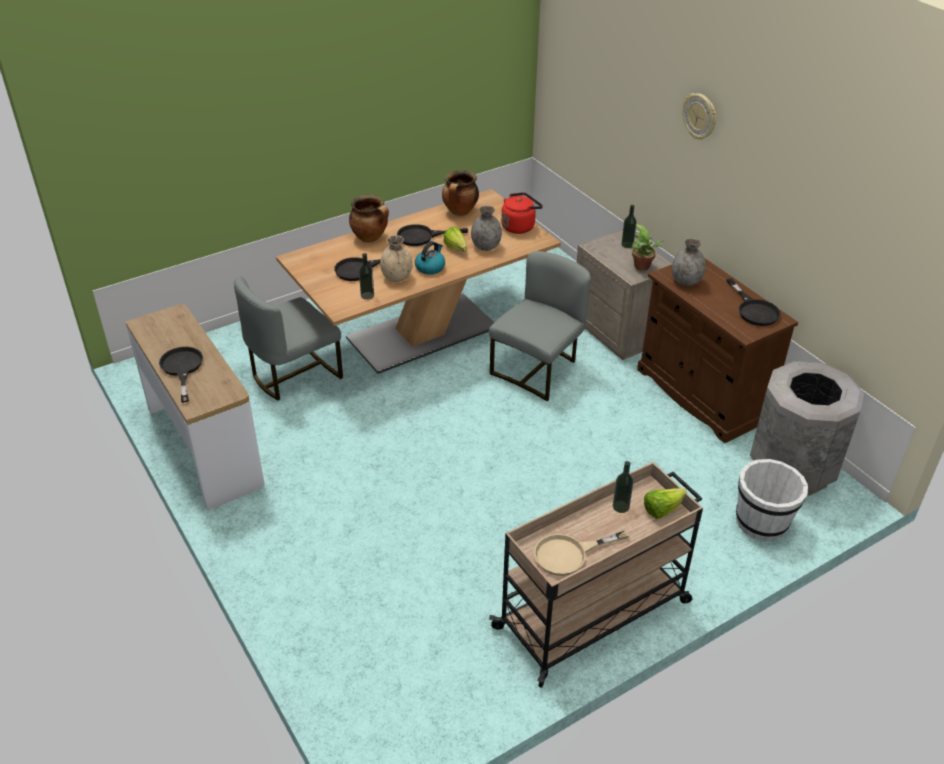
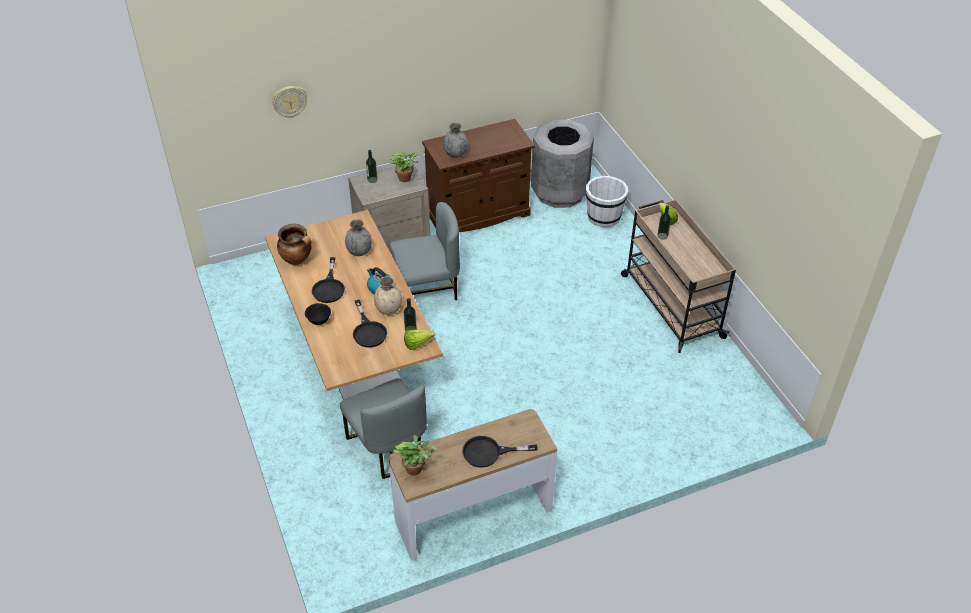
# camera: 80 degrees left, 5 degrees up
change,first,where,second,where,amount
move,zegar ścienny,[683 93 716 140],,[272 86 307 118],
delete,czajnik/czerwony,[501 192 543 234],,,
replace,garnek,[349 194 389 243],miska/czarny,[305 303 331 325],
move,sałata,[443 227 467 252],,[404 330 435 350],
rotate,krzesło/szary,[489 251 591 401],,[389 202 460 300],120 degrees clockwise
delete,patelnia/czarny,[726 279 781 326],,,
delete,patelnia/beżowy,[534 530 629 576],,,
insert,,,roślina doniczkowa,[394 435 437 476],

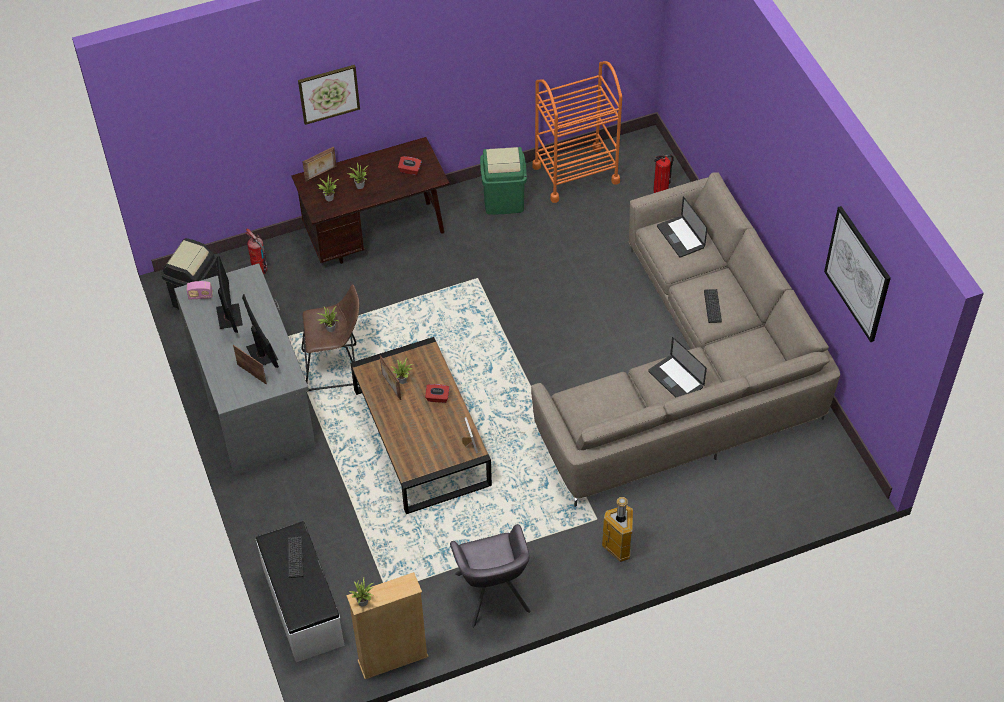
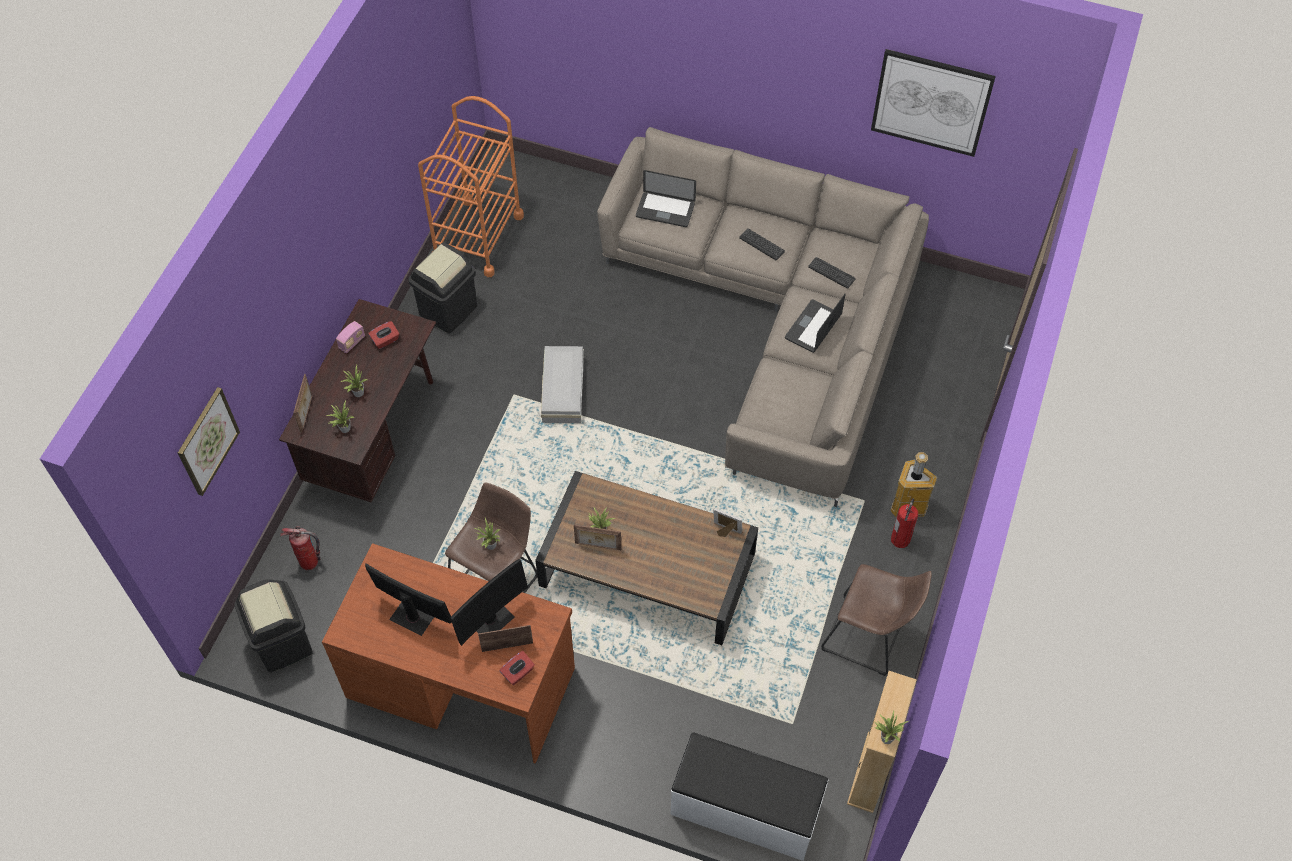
# camera: 50 degrees left, 5 degrees up
change,first,where,second,where,amount
move,obraz,[298 65 360 125],,[178 387 240 496],
recolor,kosz na śmieci/zielony,[480 147 527 215],kosz na śmieci/czarny,[408 242 477 333],
move,gaśnica,[653 154 674 193],,[891 498 918 548],
recolor,biurko/szary,[174 263 316 475],biurko/brązowy,[322 543 575 764],
move,radio,[186 281 213 300],,[336 321 365 353],
rotate,monitor,[242 294 279 368],,[450 559 528 646],120 degrees clockwise
rotate,laptop,[648 337 707 398],,[785 294 845 353],120 degrees clockwise
move,pudełko chusteczek/czerwony,[425 384 450 403],,[499 651 535 685],
replace,fotel/szary,[450 524 531 628],stołek/brązowy,[821 564 932 676],
move,klawiatura,[288 536 303 578],,[808 257 856 289],
insert,,,pojemnik do przechowywania/biały,[541 346 584 423],

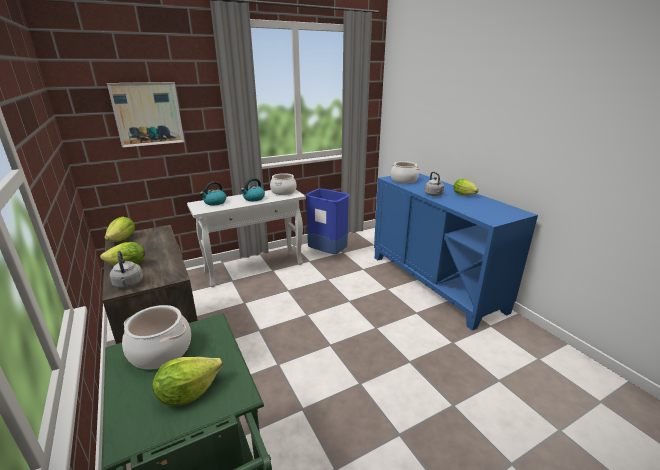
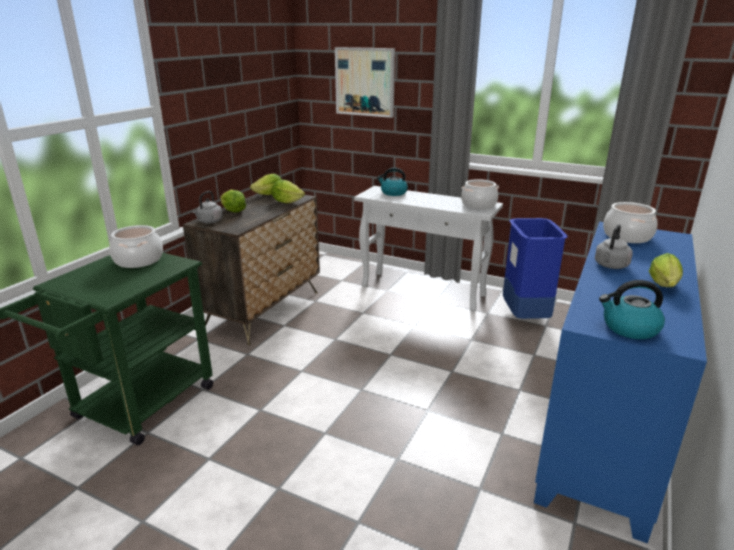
# camera: 55 degrees right, 0 degrees up
change,first,where,second,where,amount
move,czajnik,[241 178 265 201],,[599 280 665 339],
move,sałata,[153 357 223 406],,[272 180 305 203],

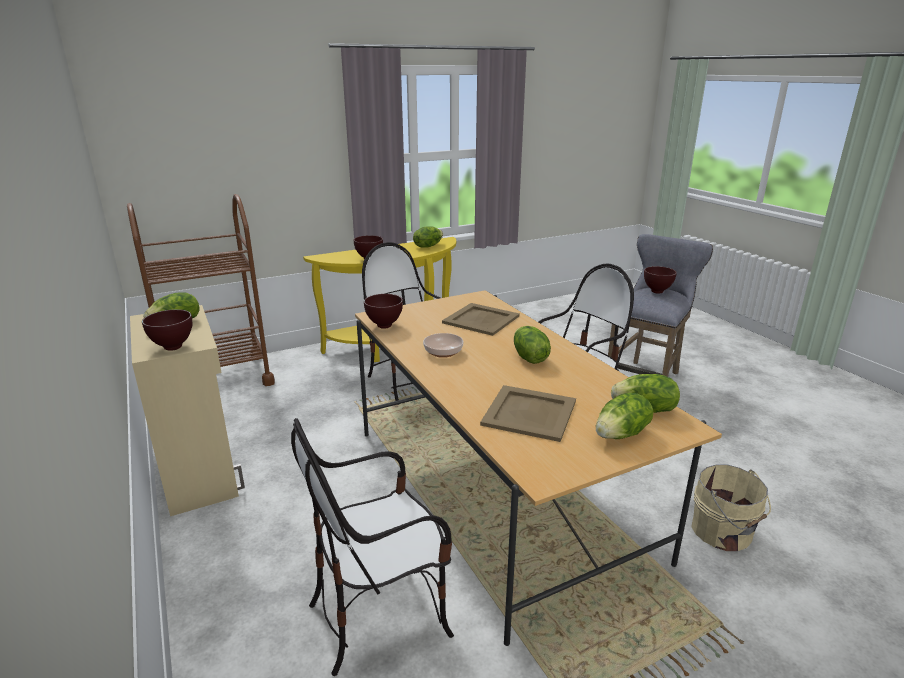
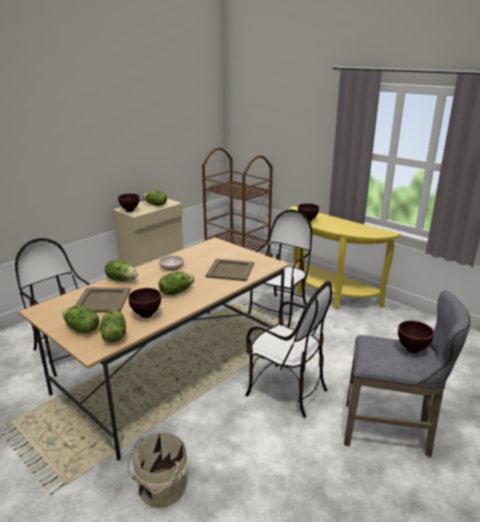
# camera: 70 degrees right, 0 degrees up
change,first,where,second,where,amount
move,sałata,[413 226 443 248],,[105 260 138 282],
move,miska/brązowy,[364 294 403 329],,[128 288 161 318],

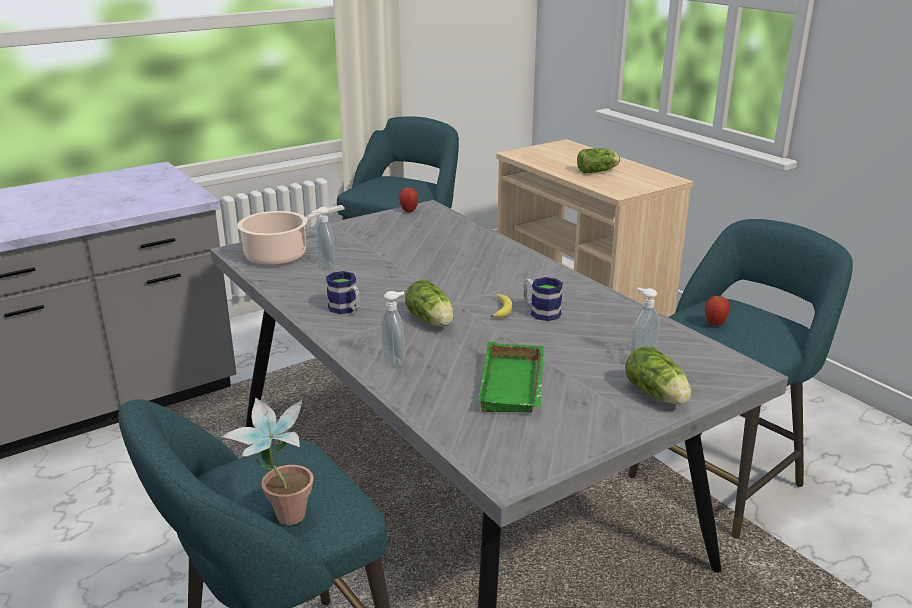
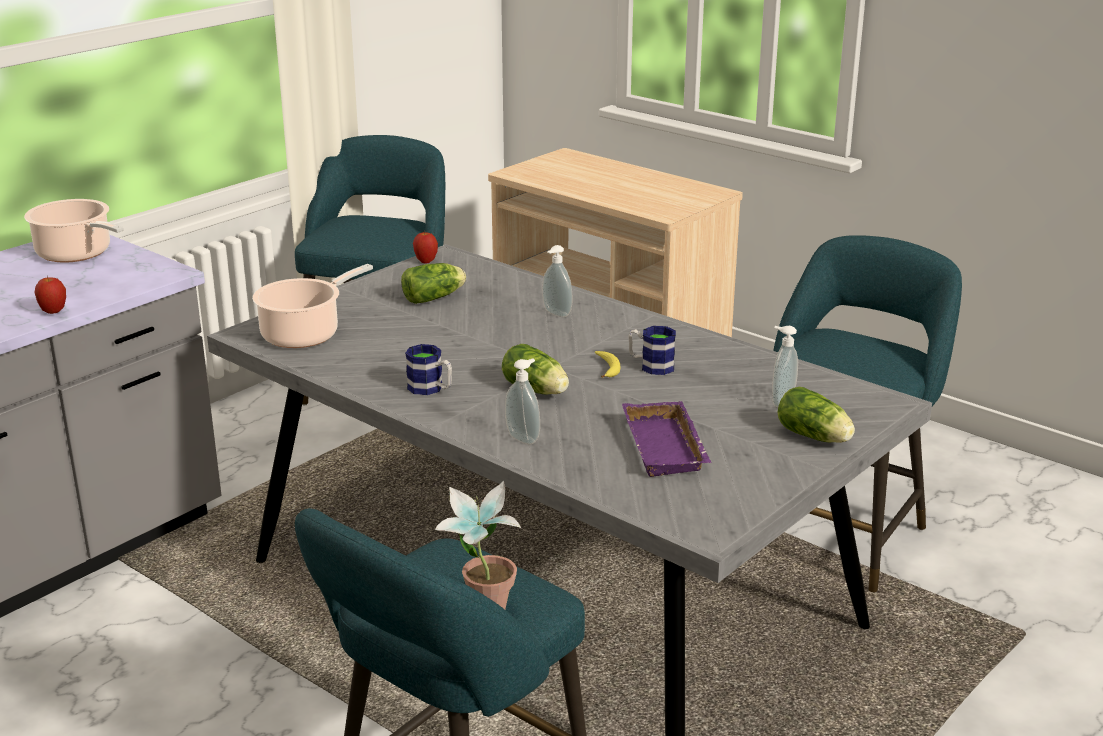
# camera: 15 degrees left, 0 degrees up
change,first,where,second,where,amount
move,sałata,[577 148 620 174],,[401 263 466 304],
move,dozownik mydła,[312 207 335 269],,[542 245 573 317],
move,jabłko,[705 296 730 326],,[34 276 66 314],
recolor,taca/zielony,[478 341 544 413],taca/fioletowy,[622 401 712 477],
insert,,,garnek,[24 199 124 263],

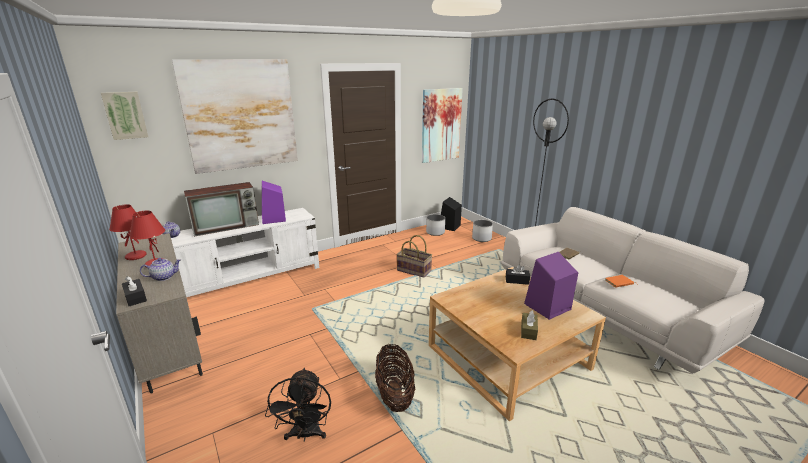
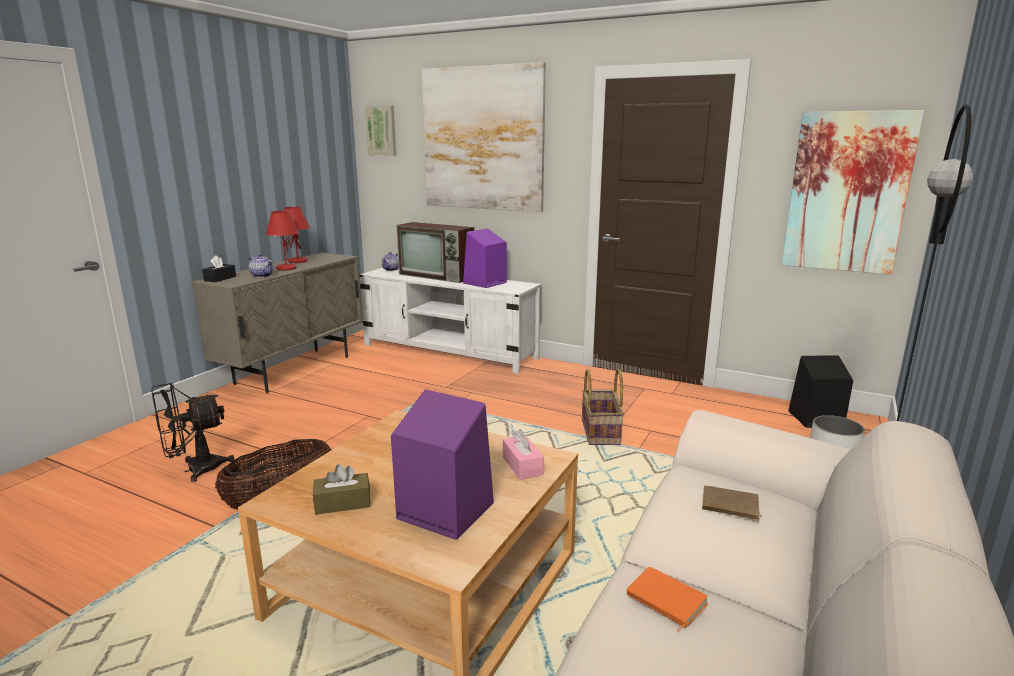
# camera: 60 degrees right, 5 degrees down
change,first,where,second,where,amount
delete,donica/biały,[426 214 445 236],,,
recolor,pudełko chusteczek/czarny,[506 264 530 285],pudełko chusteczek/różowy,[503 429 544 480],

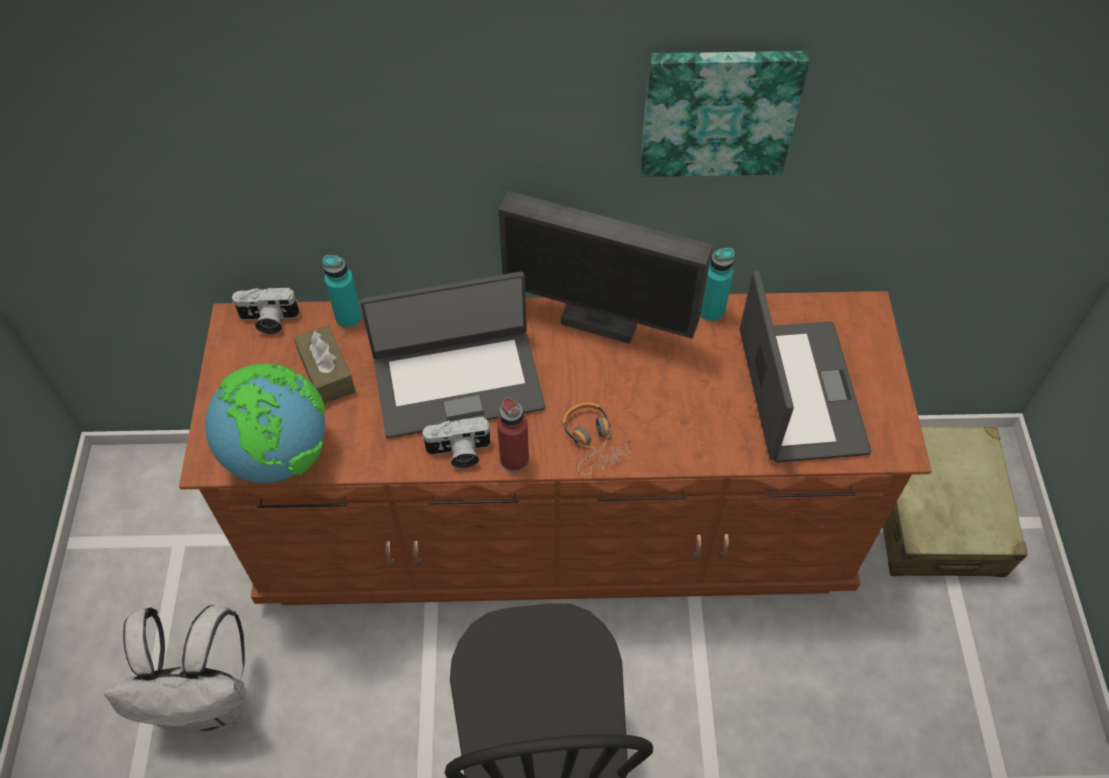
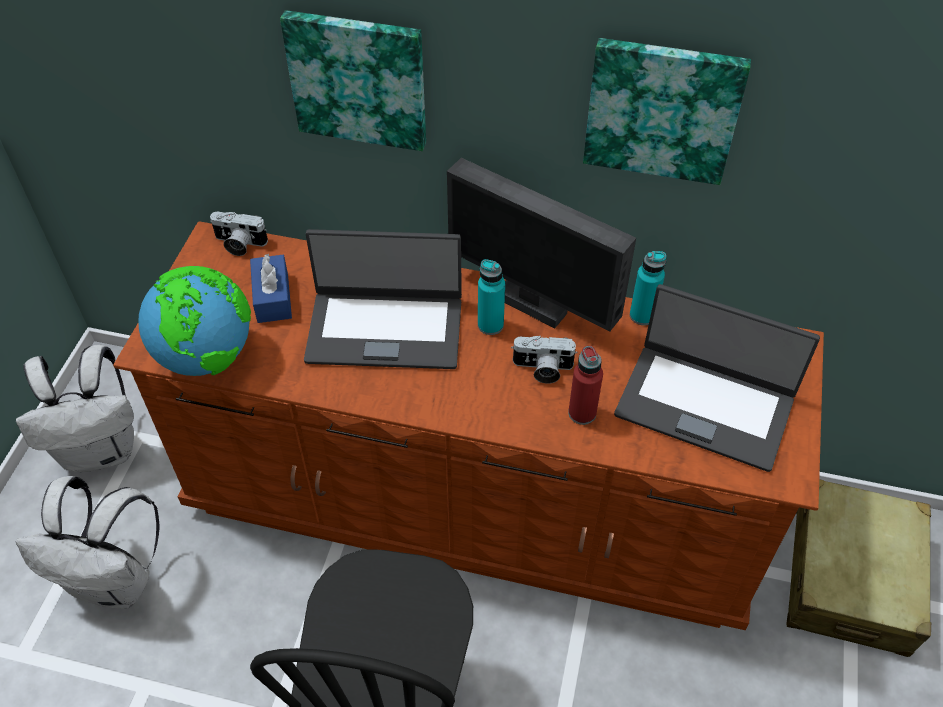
# camera: 15 degrees right, 5 degrees down
change,first,where,second,where,amount
move,butelka/turkusowy,[322 255 362 328],,[478 259 505 335],
rotate,laptop,[739 271 871 463],,[614 284 820 472],105 degrees clockwise
recolor,pudełko chusteczek/brązowy,[294 325 356 404],pudełko chusteczek/niebieski,[250 254 292 323],
move,butelka/czerwony,[497 397 529 472],,[568 346 603 425],
delete,słuchawki,[562 402 634 475],,,
move,aparat fotograficzny,[421 416 492 468],,[511 336 578 384],
insert,,,obraz,[280 10 426 151],
insert,,,plecak/biały,[16 345 134 472],

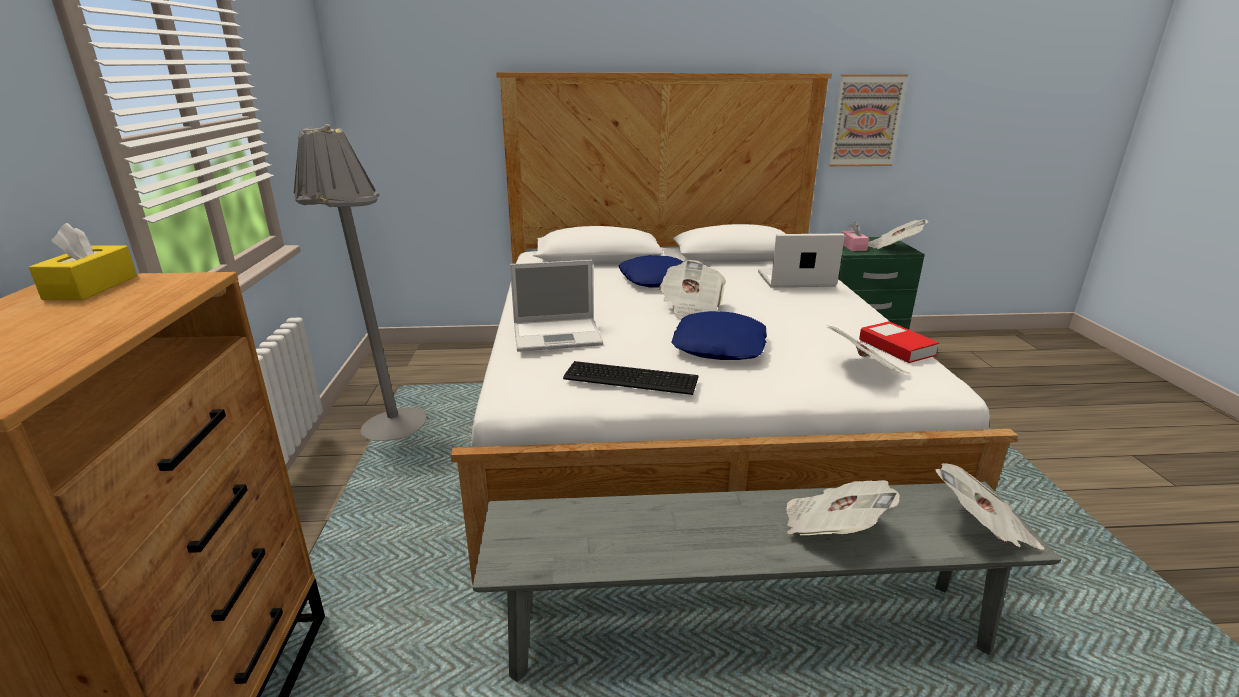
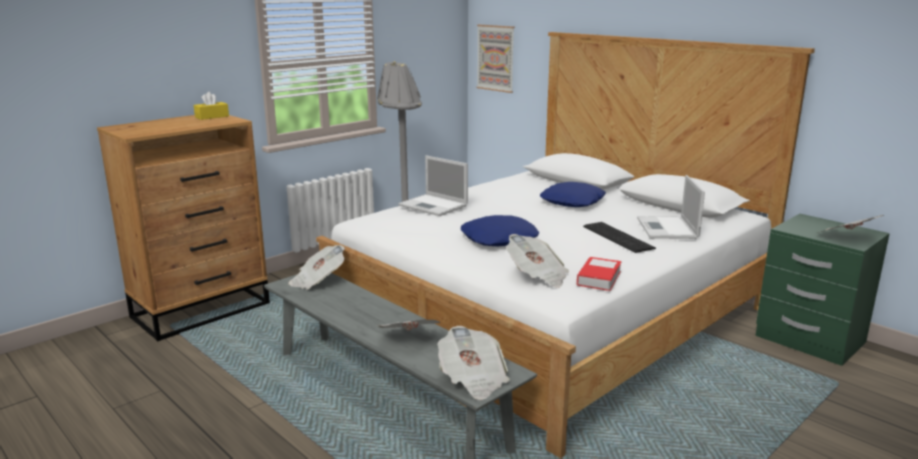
# camera: 50 degrees right, 5 degrees down
change,first,where,second,where,amount
move,obraz,[828 74 908 166],,[476 25 515 93],
delete,pudełko chusteczek/różowy,[841 222 869 251],,,
rotate,laptop,[758 233 845 287],,[637 175 705 239],135 degrees counterclockwise
move,gazeta,[659 260 726 319],,[289 245 345 289],
move,klawiatura,[563 361 699 395],,[583 222 656 253],

